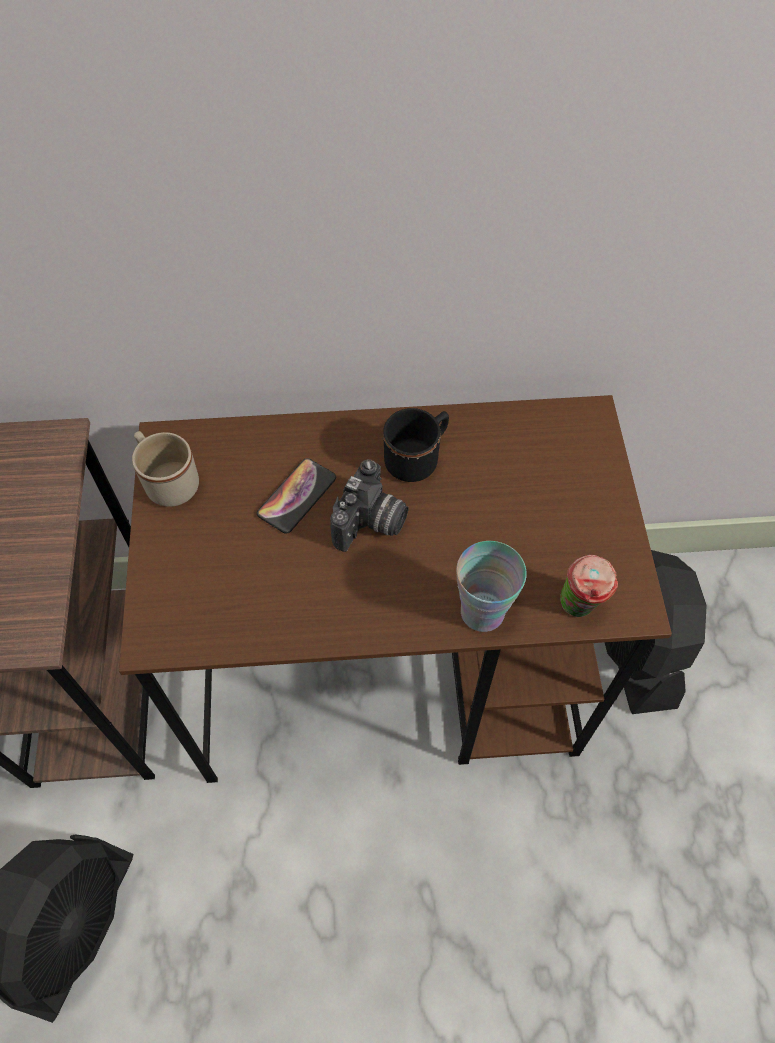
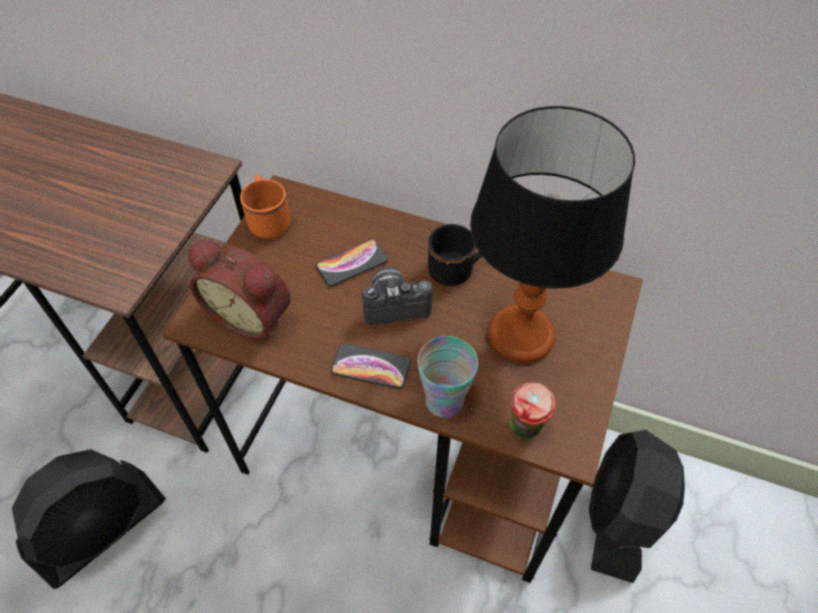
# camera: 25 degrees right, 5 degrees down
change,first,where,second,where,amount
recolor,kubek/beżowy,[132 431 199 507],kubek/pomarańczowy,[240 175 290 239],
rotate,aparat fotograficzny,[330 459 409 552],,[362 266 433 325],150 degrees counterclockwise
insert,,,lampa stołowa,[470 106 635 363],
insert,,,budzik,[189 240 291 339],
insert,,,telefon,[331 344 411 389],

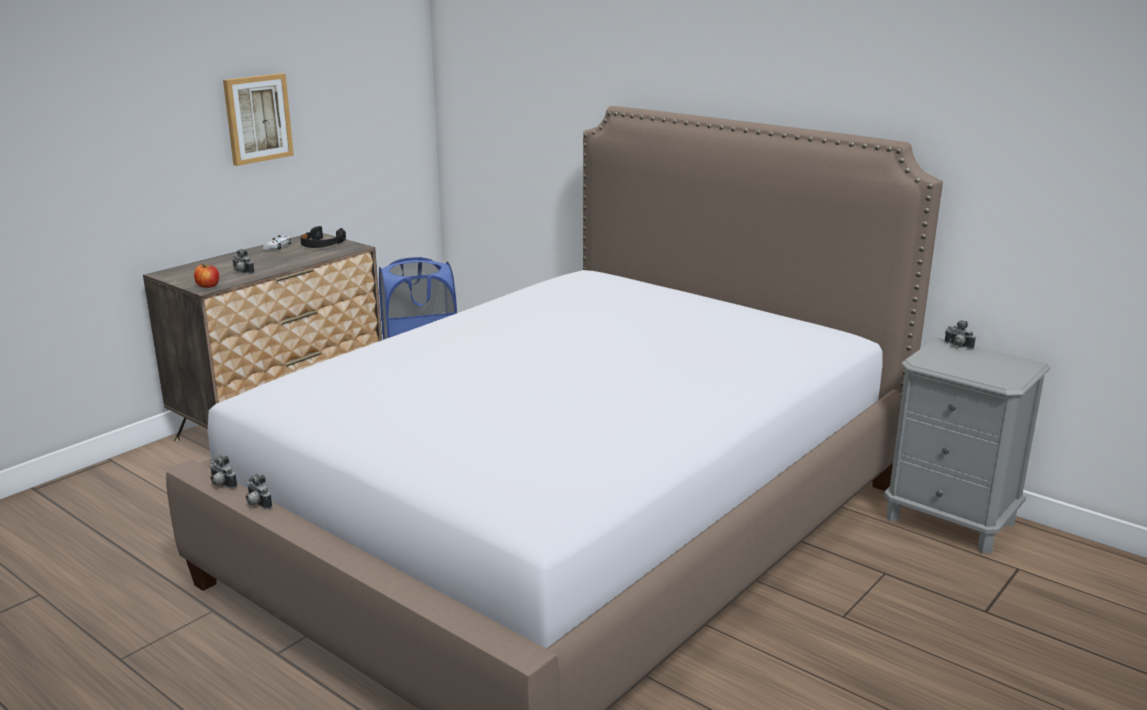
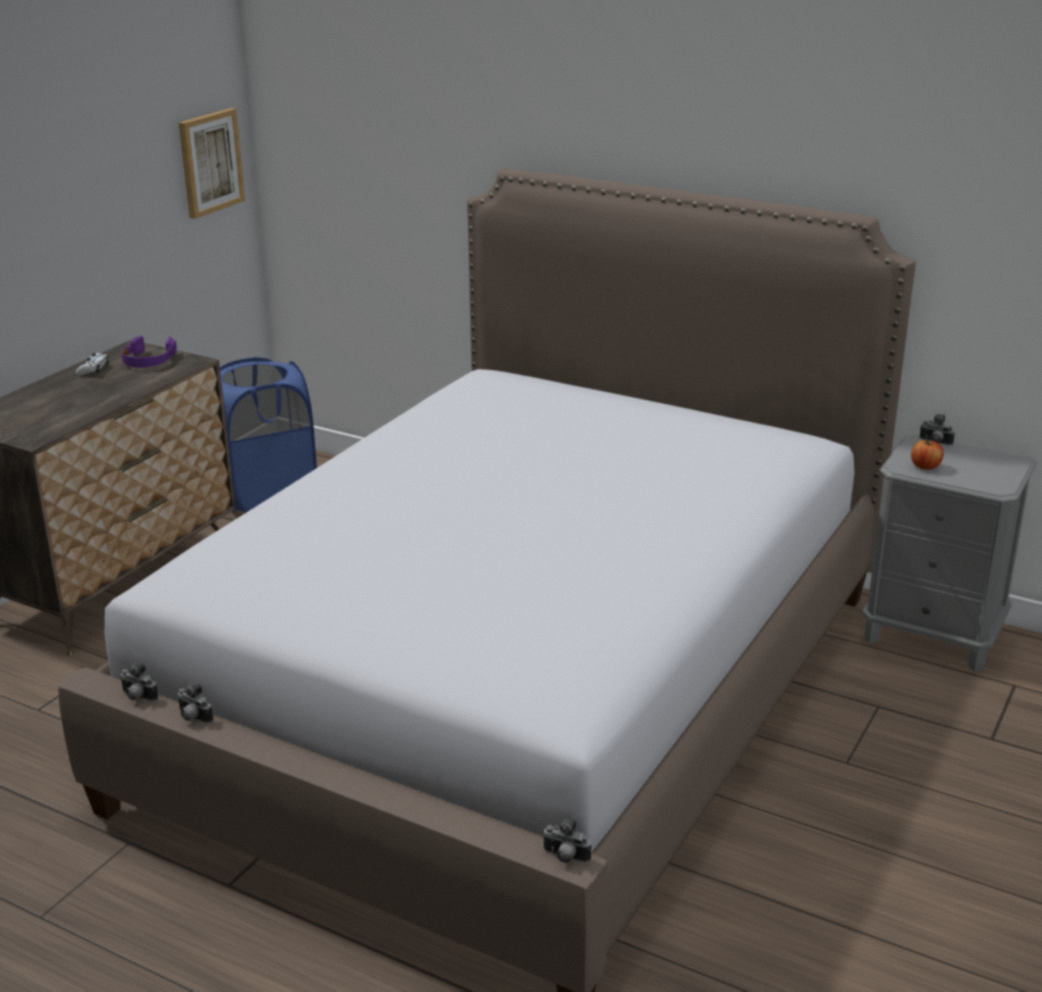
# camera: 10 degrees left, 5 degrees up
change,first,where,second,where,amount
move,obraz,[223 73 294 166],,[179 108 245 219],
recolor,słuchawki/czarny,[300 226 346 248],słuchawki/fioletowy,[121 336 177 368],
move,aparat fotograficzny,[232 249 254 274],,[542 818 591 863],
move,jabłko,[194 264 219 288],,[911 440 944 470],

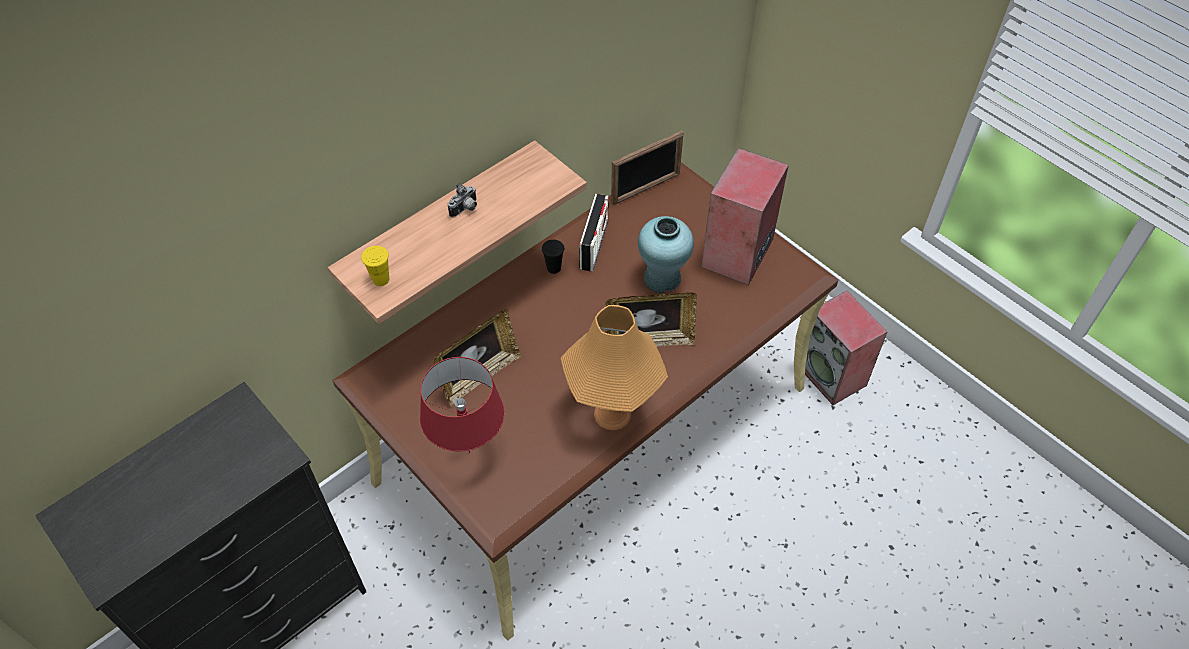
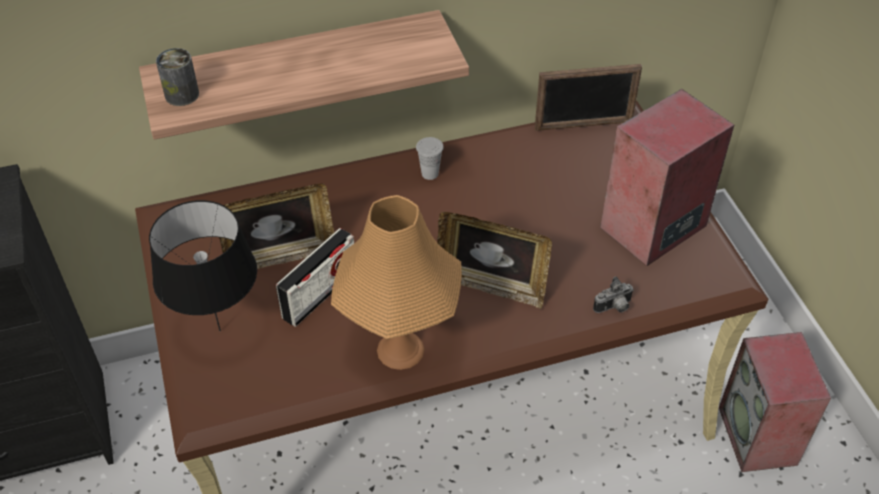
# camera: 25 degrees right, 5 degrees down
change,first,where,second,where,amount
move,aparat fotograficzny,[448 183 477 217],,[593 276 634 313],
move,radio,[579 194 609 271],,[276 228 354 327],
delete,wazon/turkusowy,[638 216 694 294],,,
recolor,filiżanka/czarny,[542 240 564 274],filiżanka/biały,[416 137 444 180],
replace,filiżanka/żółty,[361 246 389 286],puszka,[156 48 199 106],
recolor,lampa stołowa/czerwony,[420 357 505 453],lampa stołowa/czarny,[149 200 257 332],

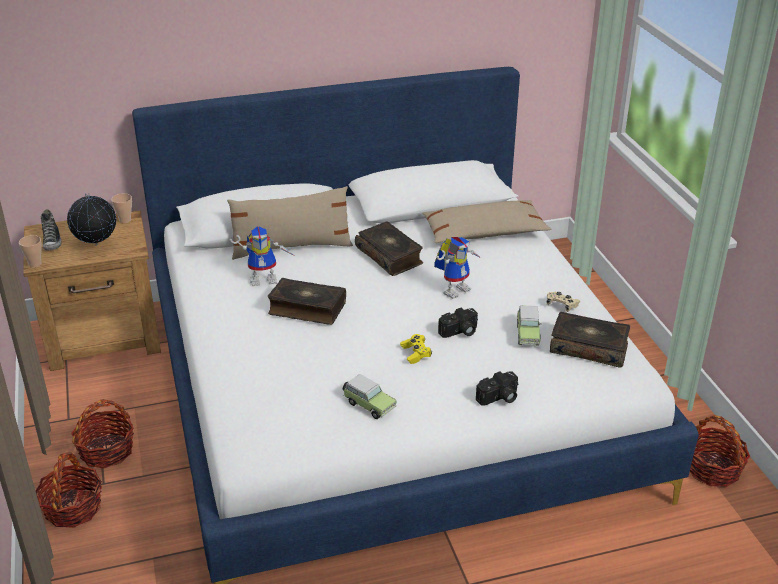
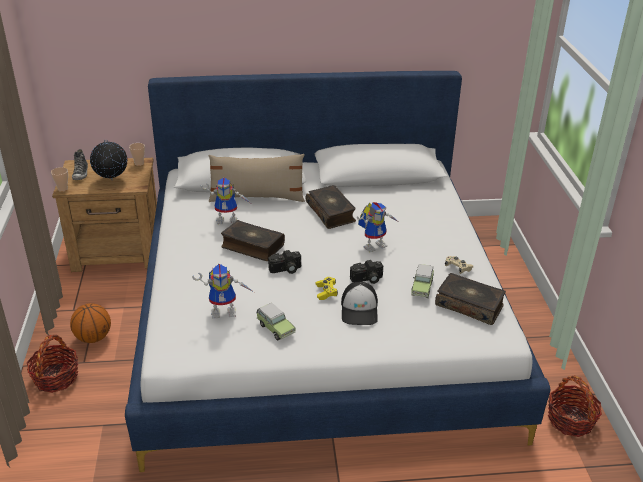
# camera: 10 degrees right, 0 degrees up
change,first,where,second,where,amount
delete,poduszka/beżowy,[422 200 551 243],,,
move,aparat fotograficzny,[476 371 518 405],,[268 250 301 274],
replace,koszyk,[71 399 134 469],piłka do koszykówki,[70 303 111 343],
insert,,,robot zabawkowy,[192 264 254 319],
insert,,,czapka z daszkiem,[341 282 378 325],

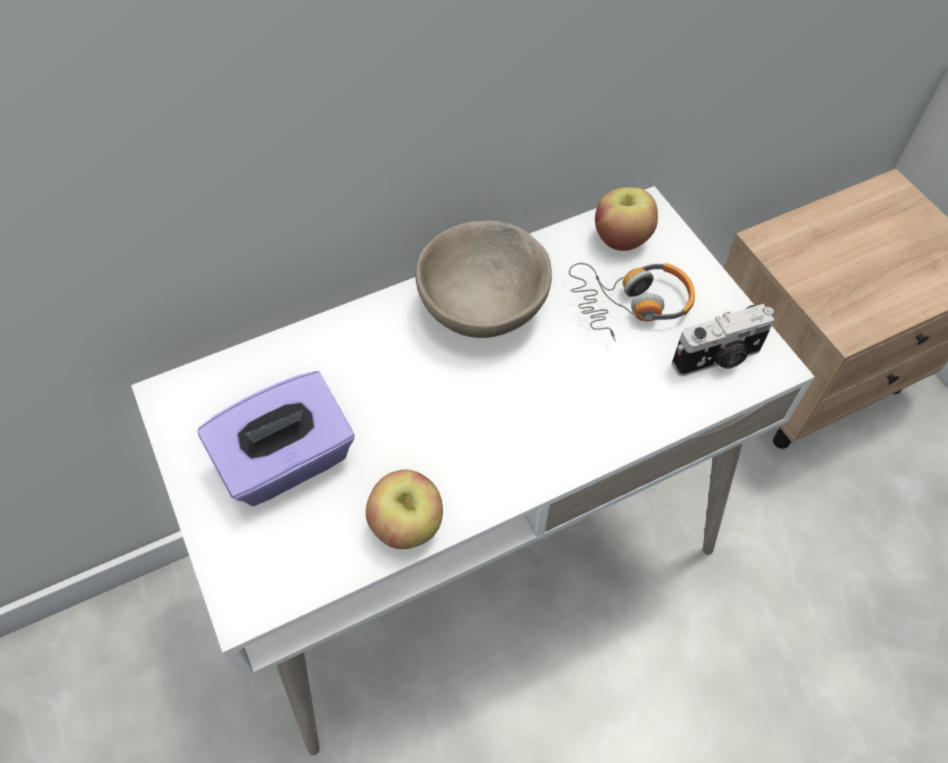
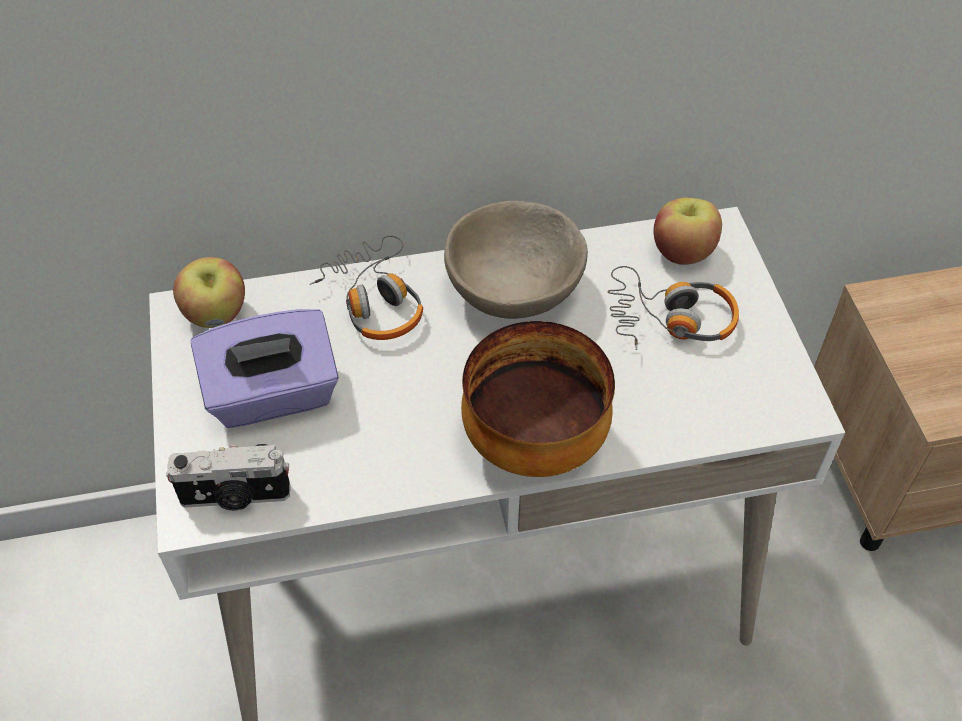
# camera: 15 degrees right, 5 degrees down
change,first,where,second,where,amount
move,aparat fotograficzny,[672 304 774 376],,[166 444 290 510],
move,jabłko,[366 470 443 549],,[173 257 245 328],
insert,,,słuchawki,[310 236 423 340],
insert,,,miska,[461 321 615 477],

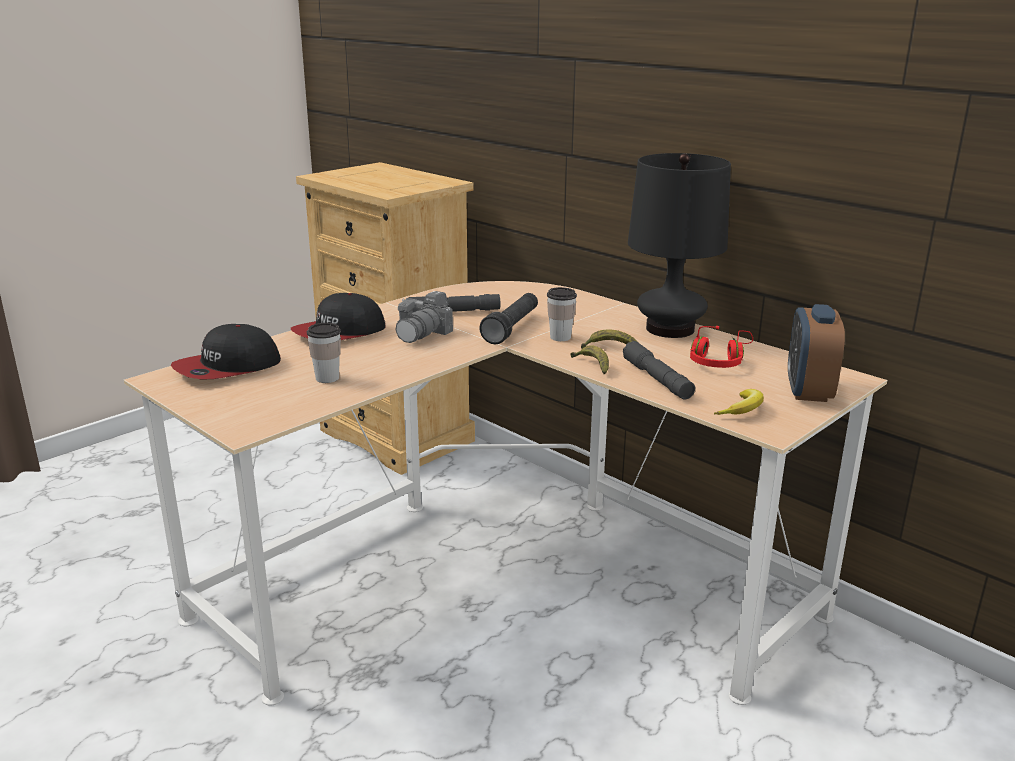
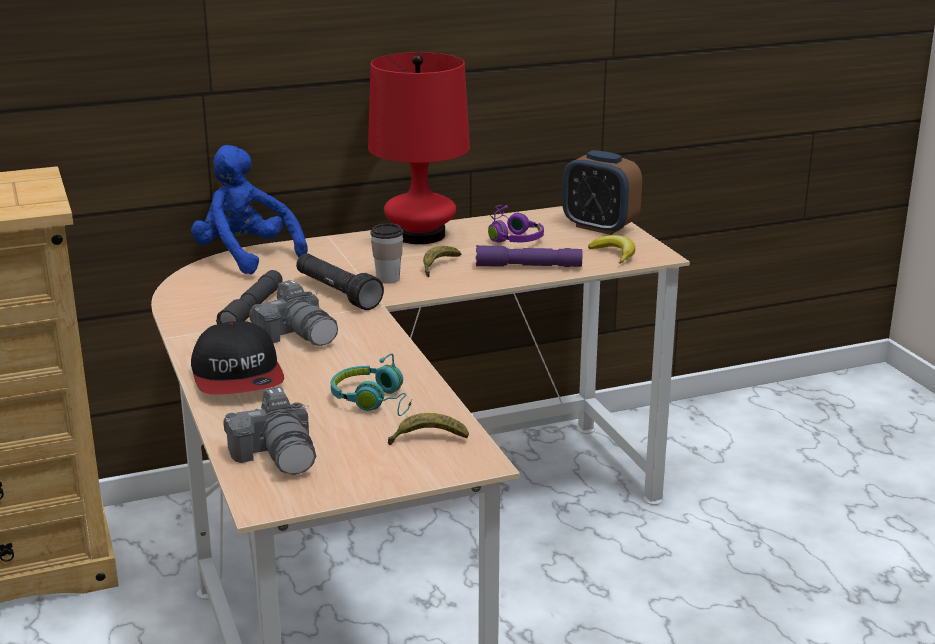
# camera: 65 degrees left, 0 degrees up
change,first,where,second,where,amount
recolor,lampa stołowa/czarny,[628 153 731 338],lampa stołowa/czerwony,[368 52 470 244],
replace,filiżanka,[307 323 341 383],słuchawki/turkusowy,[331 353 412 416],
replace,czapka z daszkiem,[171 324 281 379],aparat fotograficzny,[223 386 316 475],
recolor,słuchawki/czerwony,[690 326 753 368],słuchawki/fioletowy,[488 205 544 243],
recolor,latarka/szary,[623 341 695 399],latarka/fioletowy,[476 245 582 267],
move,banan,[570 345 609 374],,[388 413 469 445],
insert,,,pluszak/niebieski,[191 145 308 275],

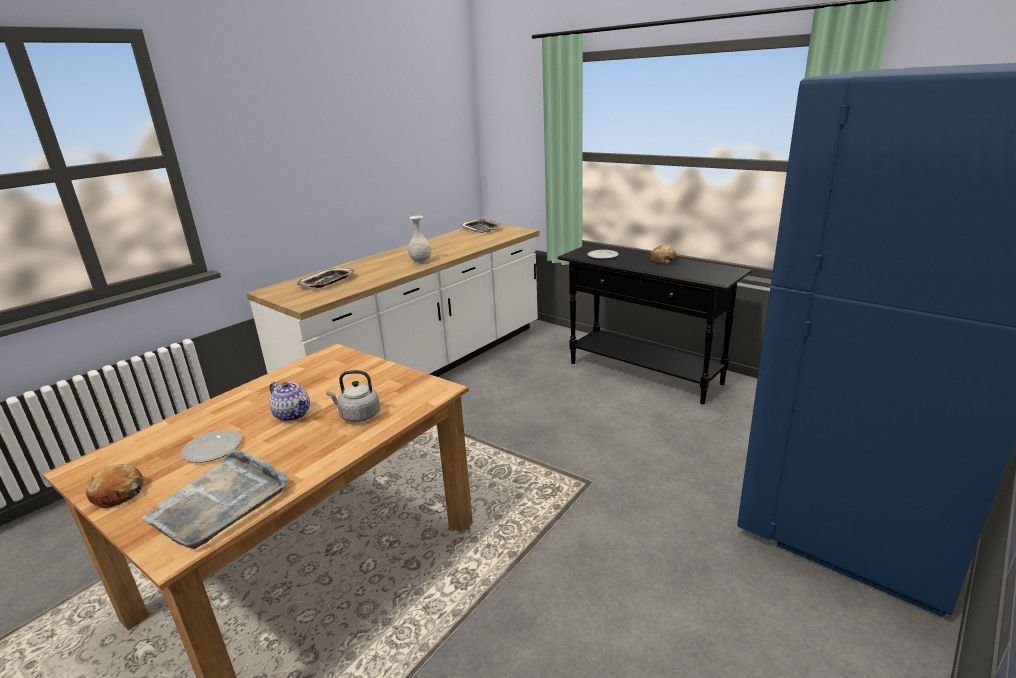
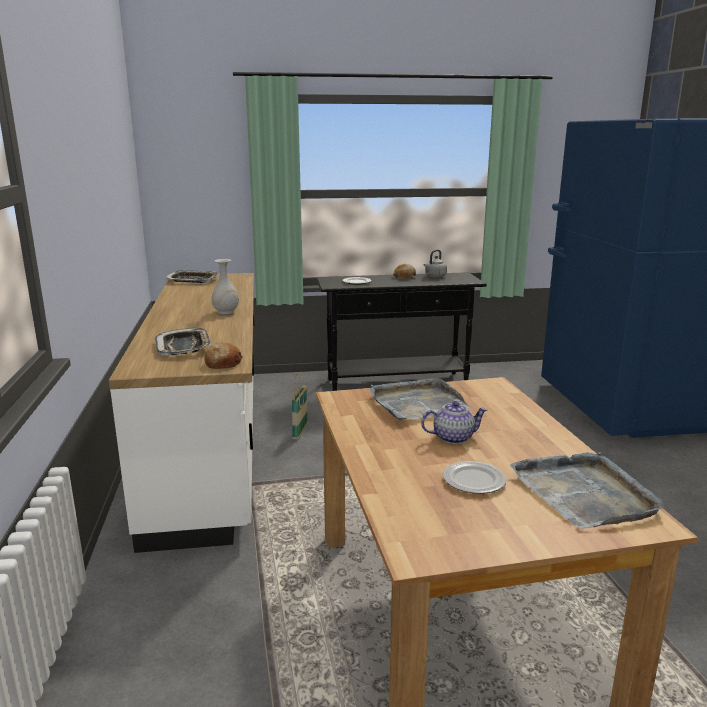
# camera: 50 degrees left, 5 degrees down
change,first,where,second,where,amount
move,czajnik/szary,[326 370 380 422],,[424 250 447 278],
move,chleb,[85 464 144 508],,[204 341 242 369],
insert,,,koszyk,[291 374 308 440],
insert,,,taca/szary,[369 378 471 420],

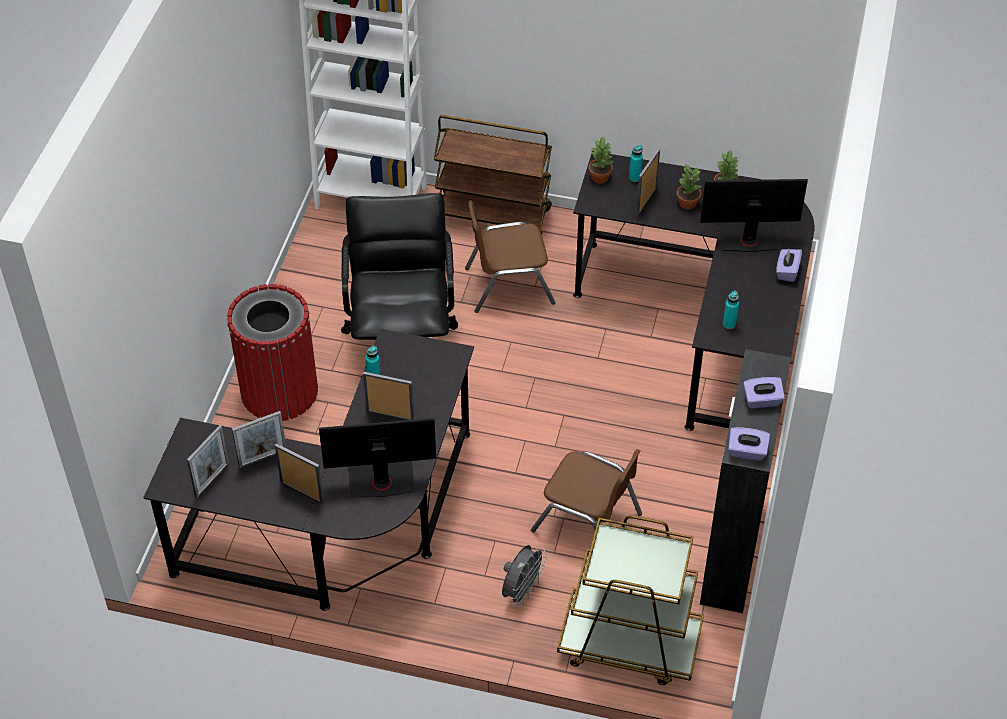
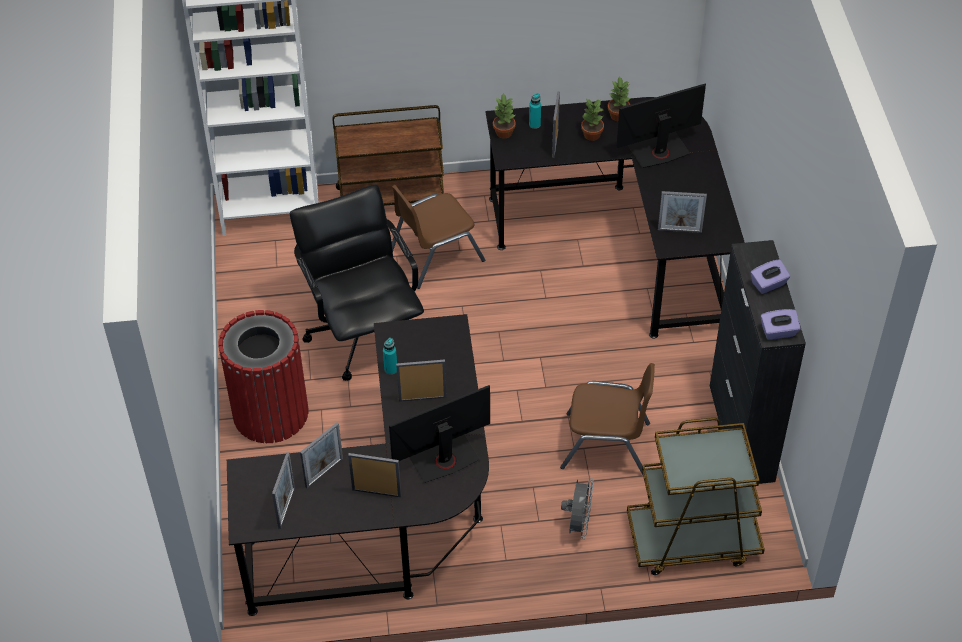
# camera: 20 degrees left, 0 degrees up
change,first,where,second,where,amount
delete,pudełko chusteczek/fioletowy,[776 249 802 282],,,
replace,butelka/turkusowy,[723 291 739 329],ramka na zdjęcie,[658 191 707 233],

